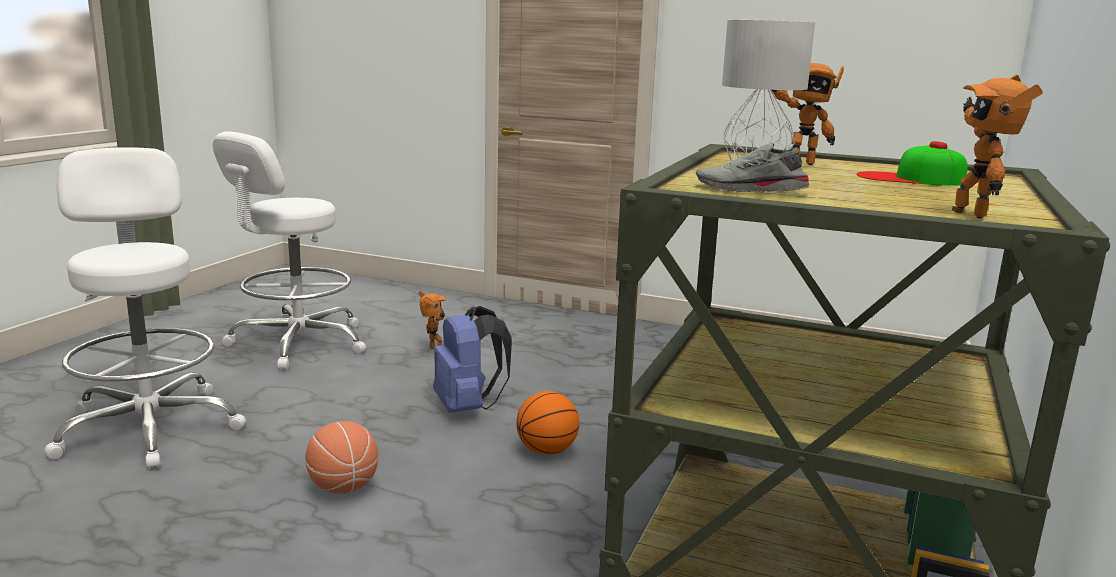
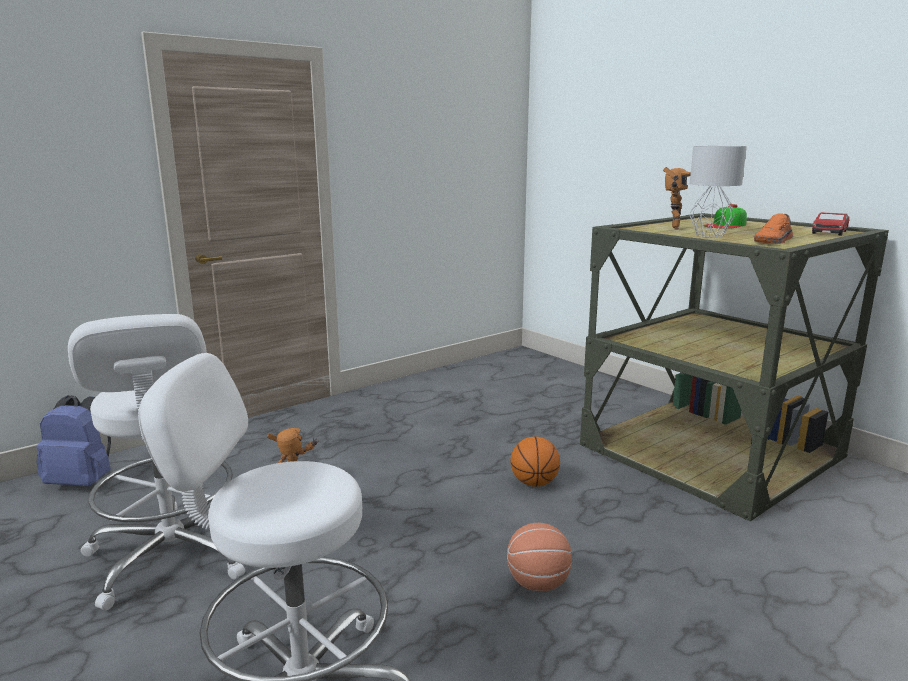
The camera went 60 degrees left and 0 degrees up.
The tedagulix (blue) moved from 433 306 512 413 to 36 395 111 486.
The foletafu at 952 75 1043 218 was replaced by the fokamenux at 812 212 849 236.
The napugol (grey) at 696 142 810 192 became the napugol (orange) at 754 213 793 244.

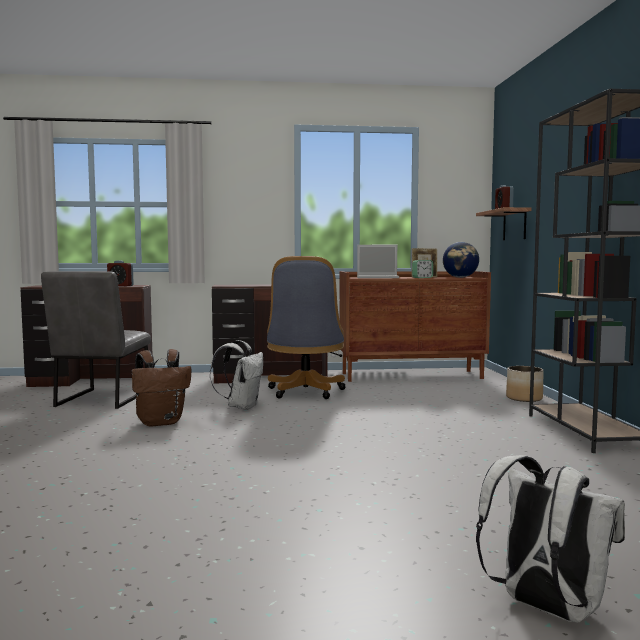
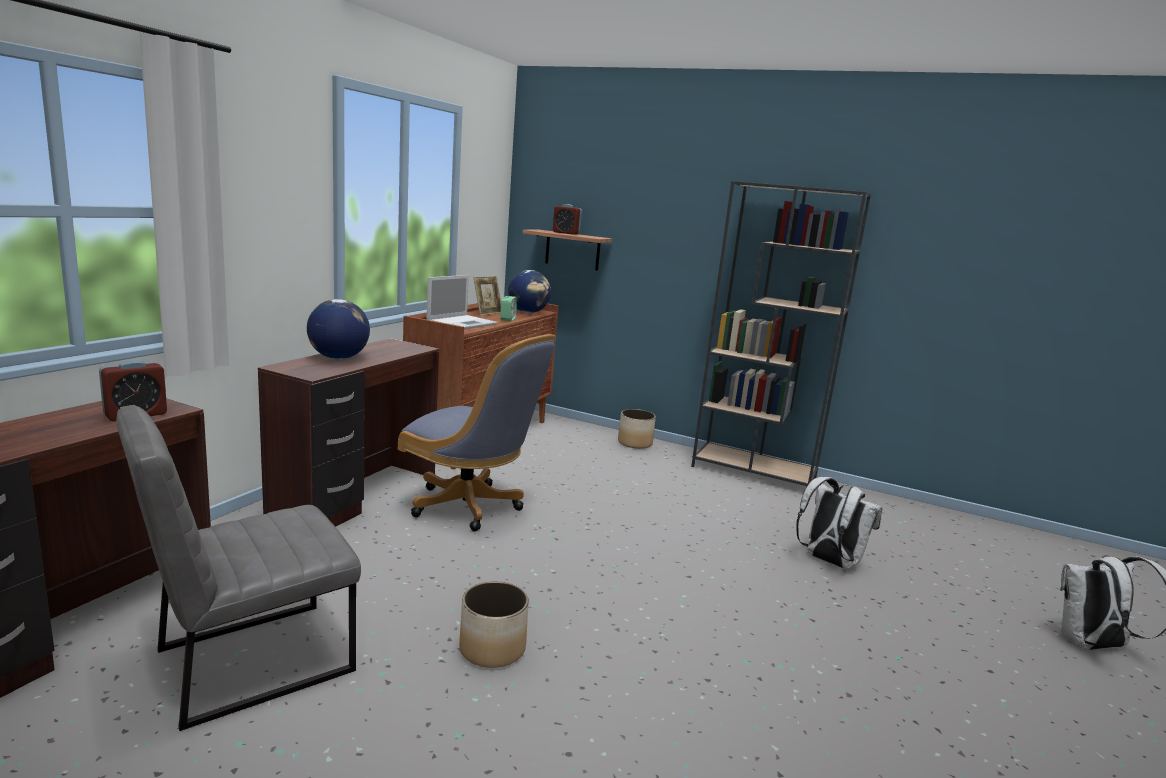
The camera went 60 degrees left and 10 degrees up.
The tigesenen at 307 299 370 359 appeared.
The tedagulix (white) moved from 210 340 263 410 to 796 477 883 569.
The tedagulix (brown) at 132 349 191 427 was replaced by the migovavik at 459 581 529 668.
The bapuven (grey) at 41 271 151 409 turned 105 degrees clockwise.

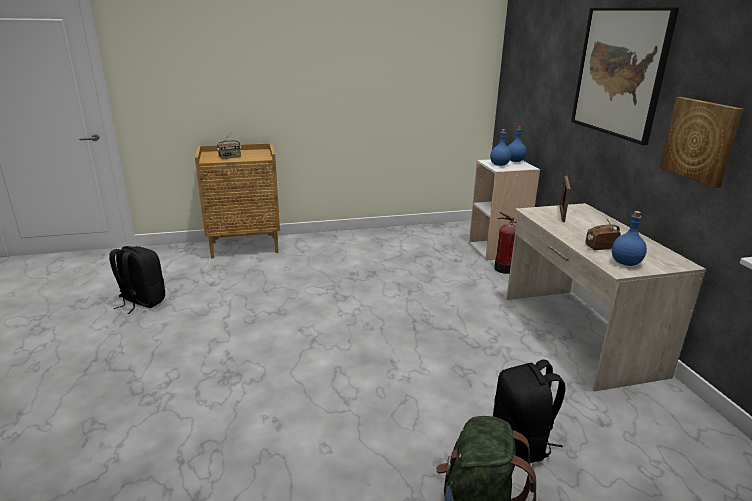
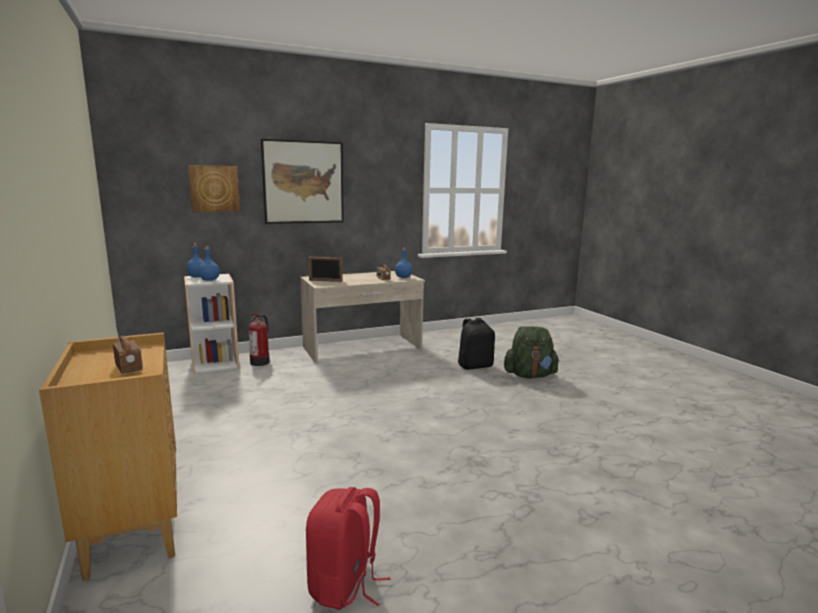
The camera went 100 degrees left and 10 degrees down.
The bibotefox moved from 659 97 743 188 to 188 165 240 212.
The tedagulix (black) at 109 246 165 314 became the tedagulix (red) at 306 487 391 610.

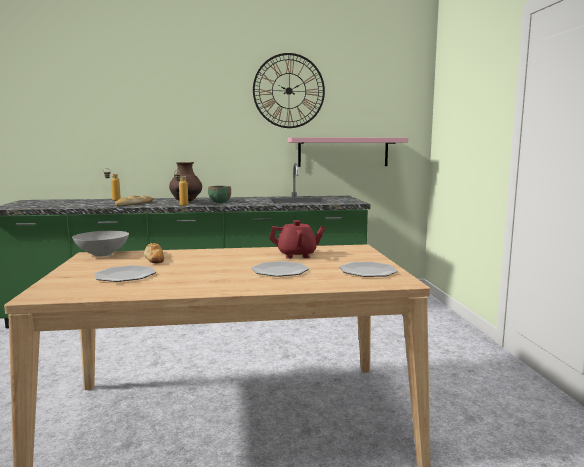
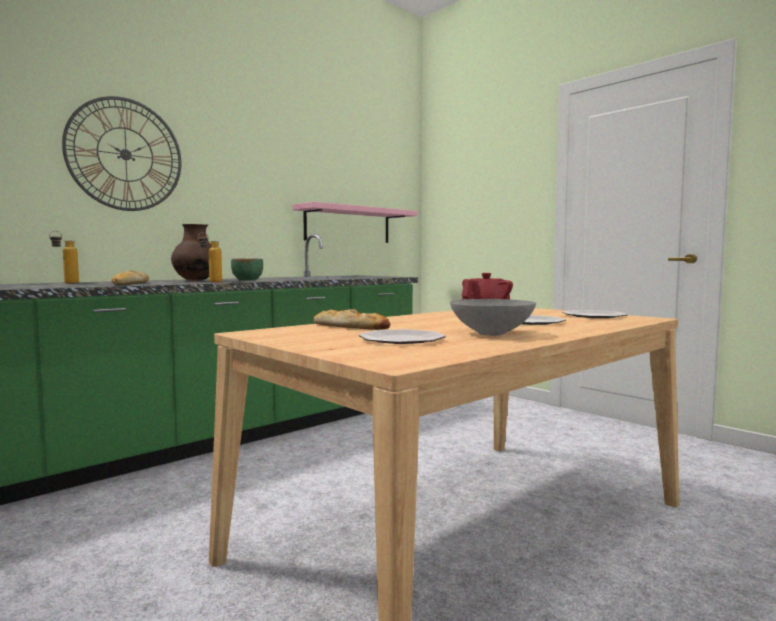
The camera went 35 degrees left and 5 degrees down.
The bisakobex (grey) moved from 72 231 129 257 to 450 299 536 336.
The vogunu moved from 253 53 325 128 to 62 96 181 211.

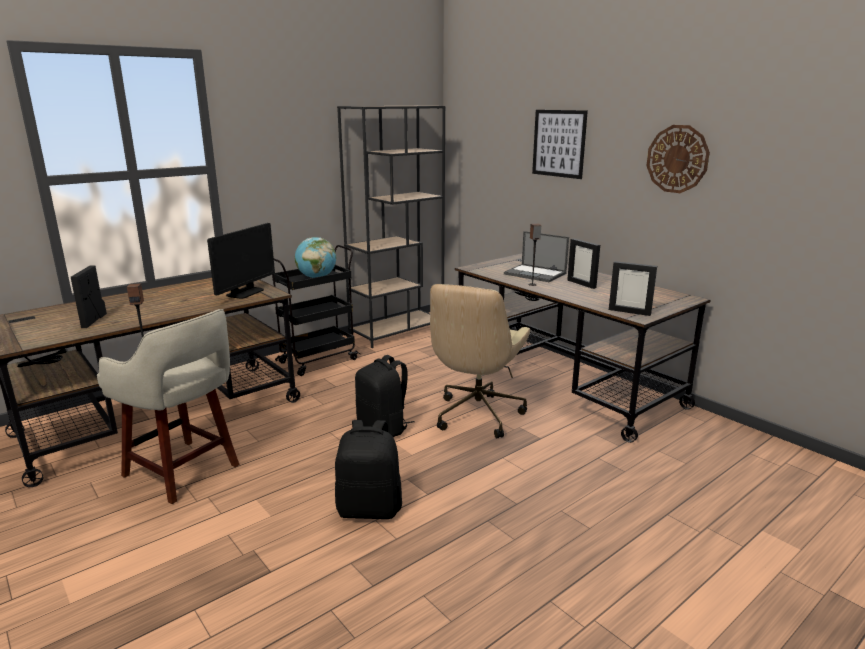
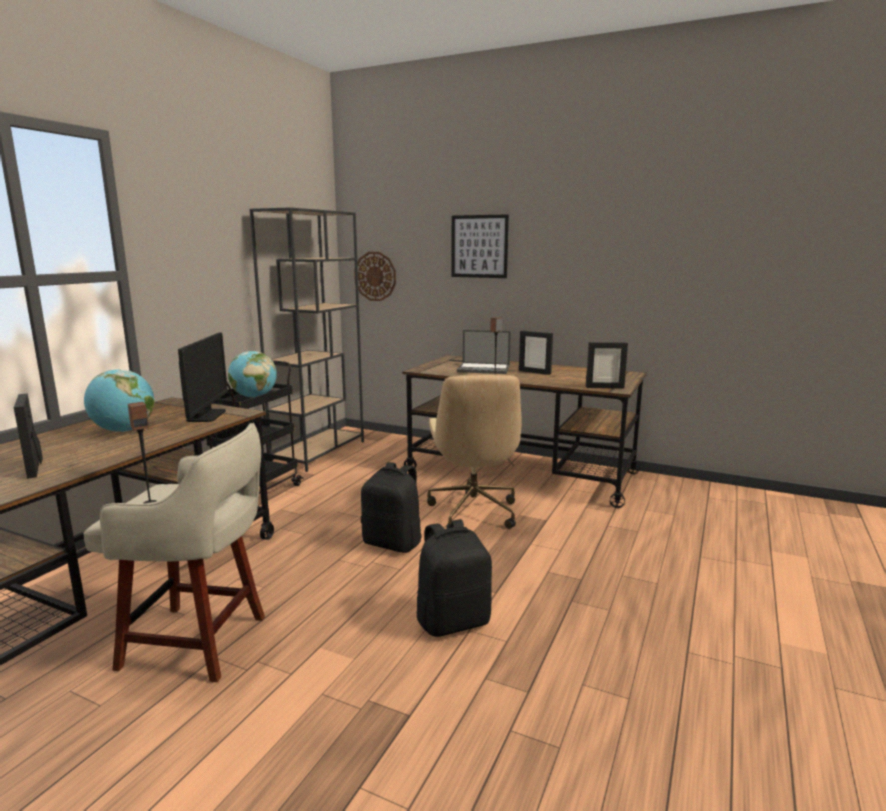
The camera went 25 degrees left and 5 degrees down.
The tigesenen at 84 369 155 432 appeared.
The vogunu moved from 646 125 710 193 to 354 252 396 301.

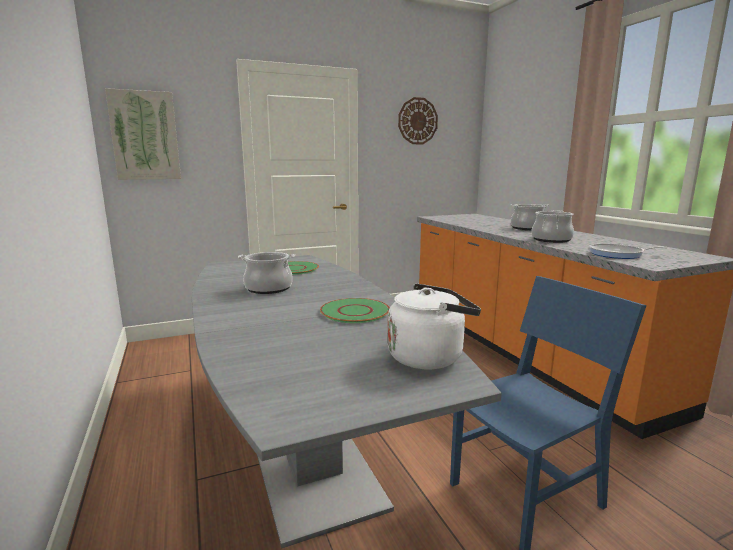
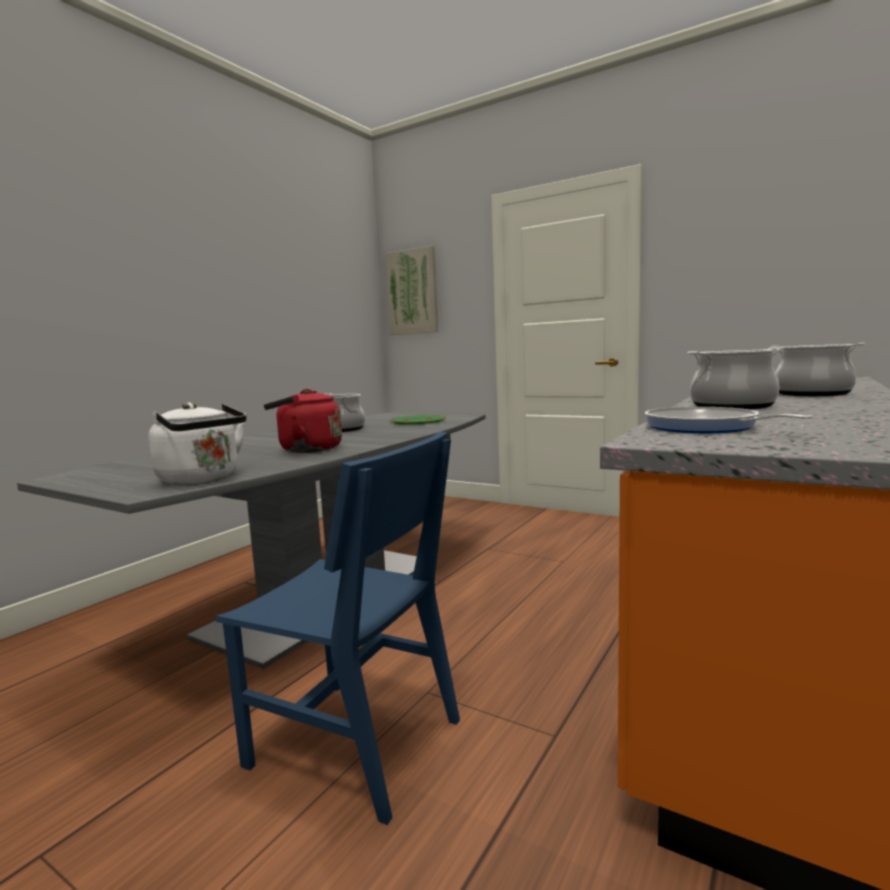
The camera went 55 degrees right and 5 degrees down.
The vogunu at 398 97 438 144 disappeared.
The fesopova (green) at 320 298 390 323 was replaced by the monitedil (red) at 264 389 342 453.

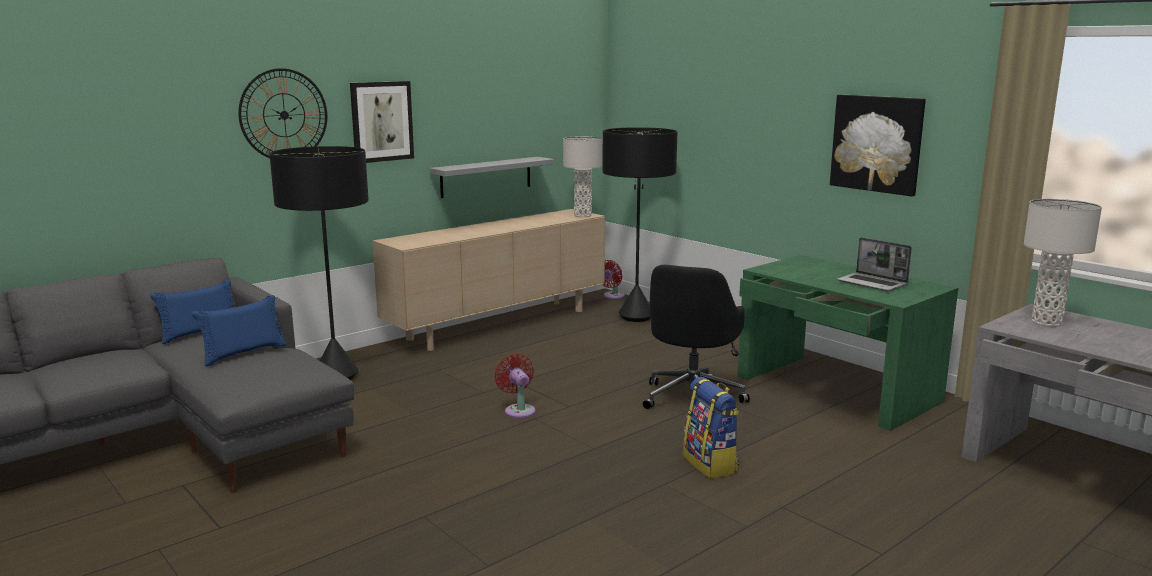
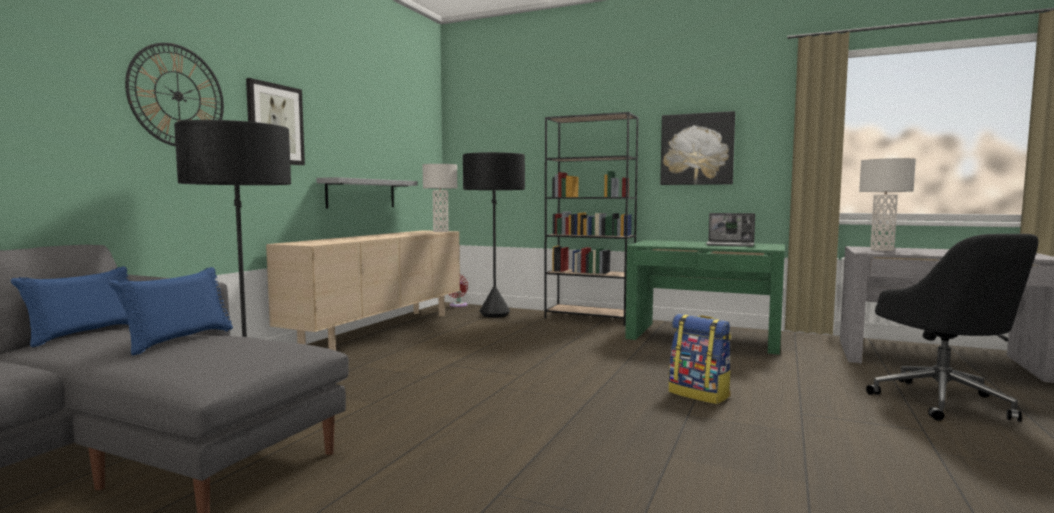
The camera went 25 degrees left and 10 degrees down.
The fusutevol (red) at 495 354 535 418 disappeared.
The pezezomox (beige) at 544 112 638 326 appeared.
The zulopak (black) moved from 643 265 750 409 to 866 234 1038 422.

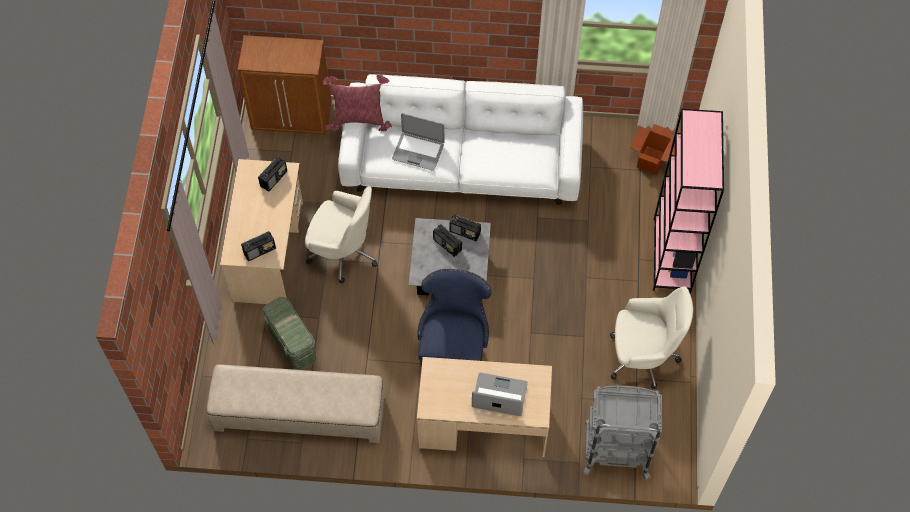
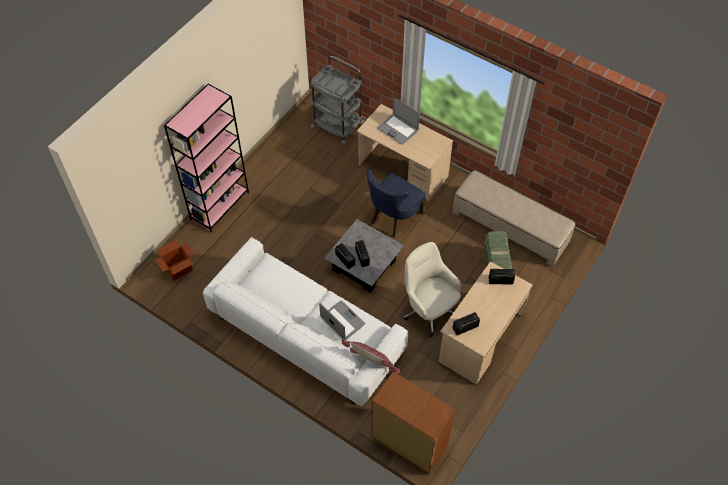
The camera went 150 degrees left and 5 degrees down.
The zulopak (beige) at 610 286 693 389 disappeared.

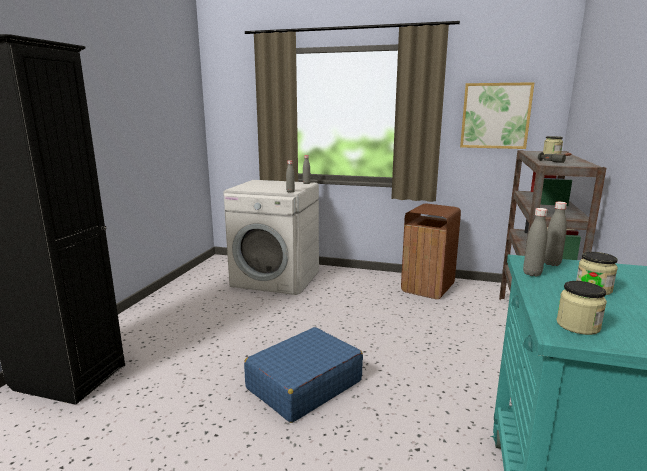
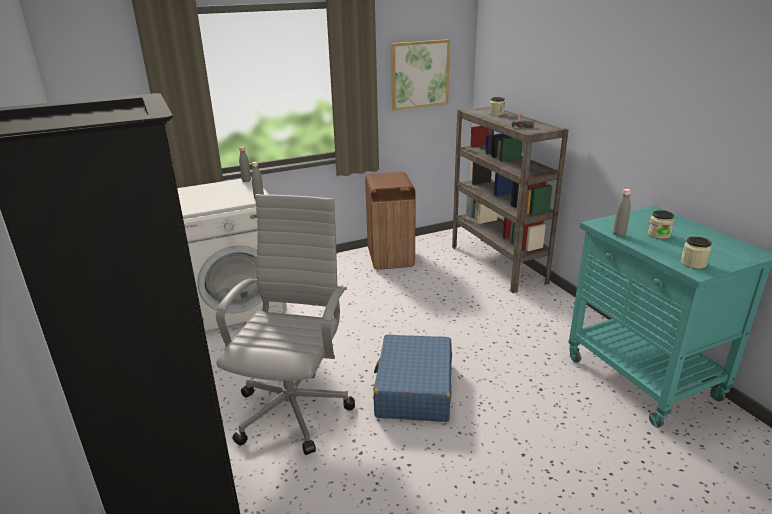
The camera went 40 degrees left and 10 degrees up.
The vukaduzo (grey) at 544 202 567 266 disappeared.
The zulopak (grey) at 216 194 355 455 appeared.

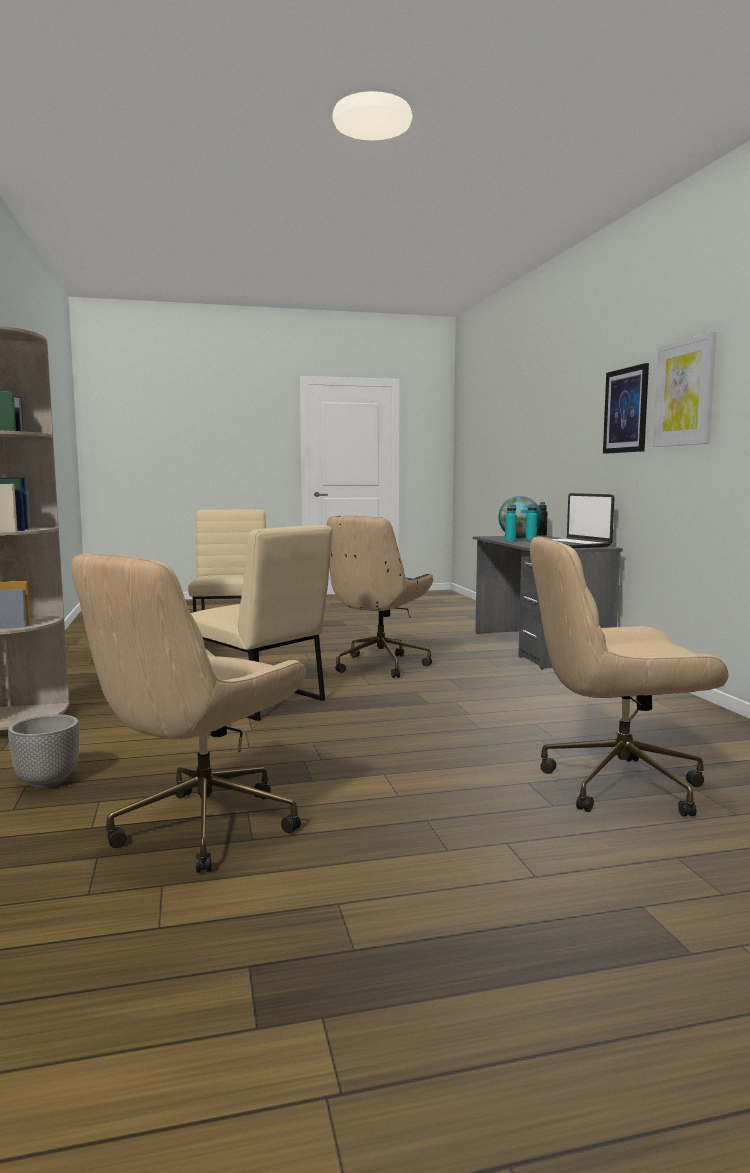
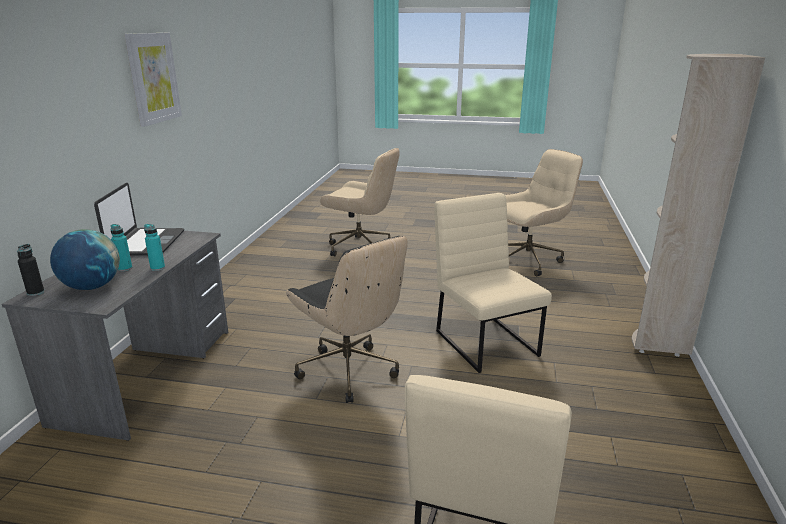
The camera went 155 degrees left and 15 degrees up.
The migovavik at 8 714 79 788 disappeared.
The bibotefox at 603 363 649 454 disappeared.
The zulopak (black) at 327 516 433 678 turned 90 degrees clockwise.

